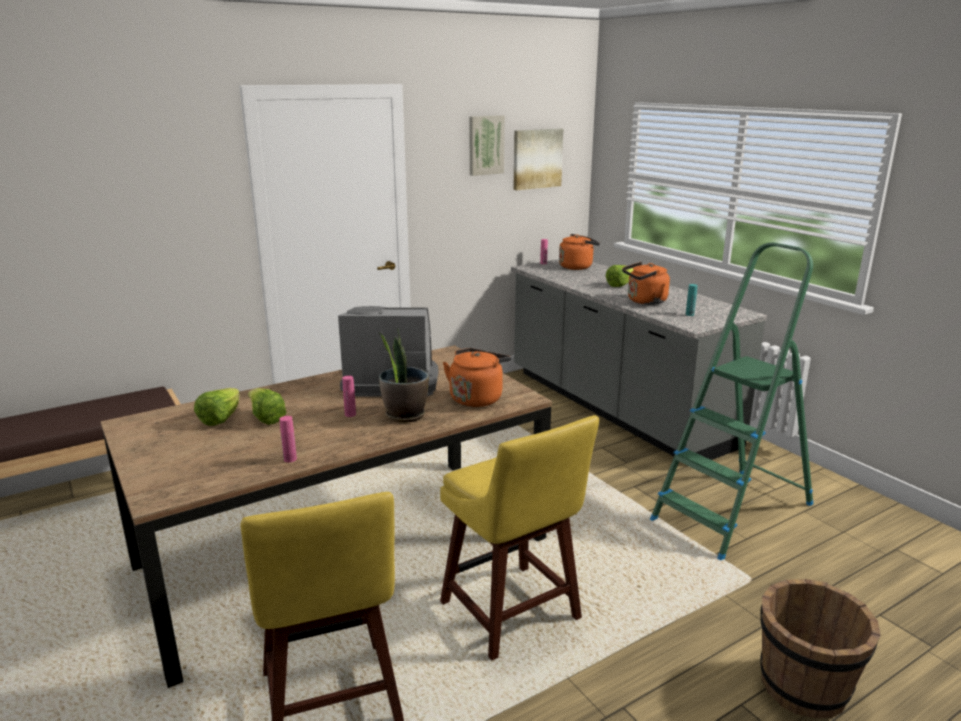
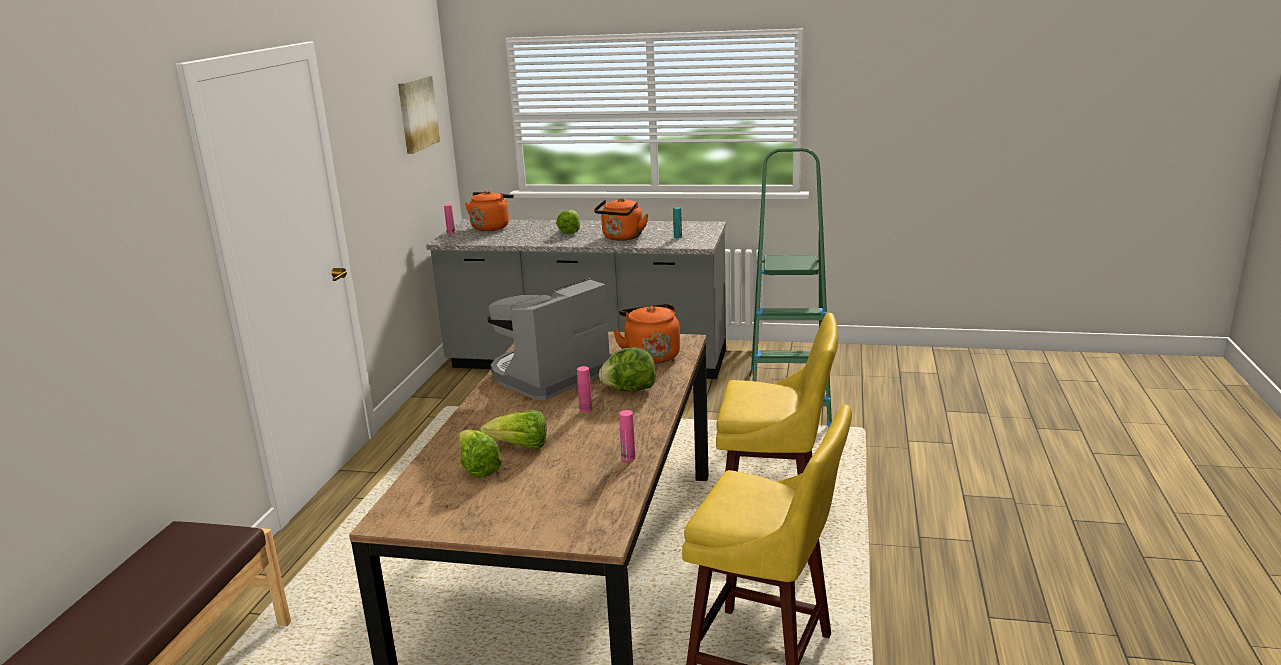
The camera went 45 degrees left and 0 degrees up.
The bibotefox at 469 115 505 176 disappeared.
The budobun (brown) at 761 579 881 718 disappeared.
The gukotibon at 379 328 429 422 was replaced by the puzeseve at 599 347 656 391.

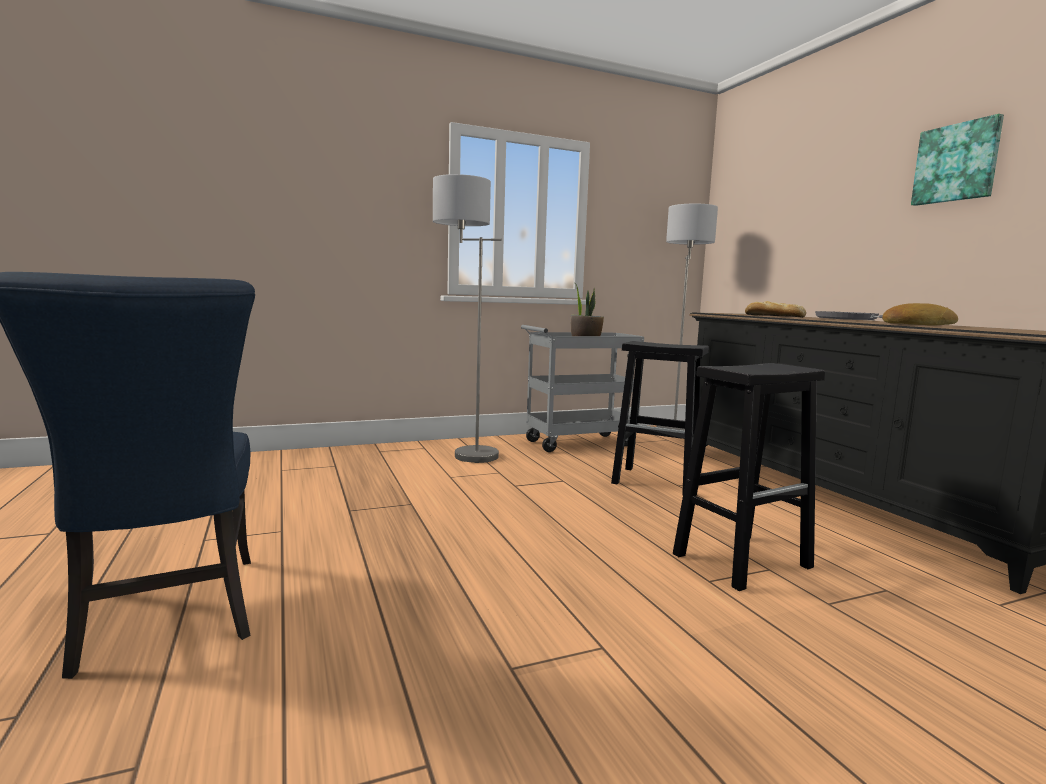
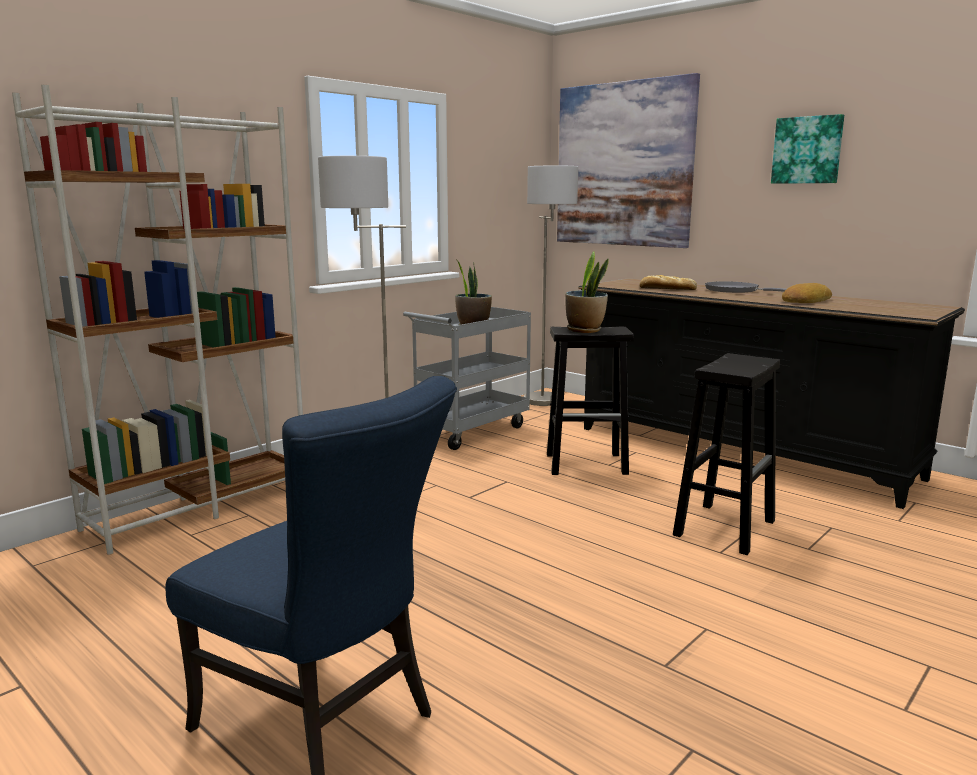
The camera went 25 degrees left and 5 degrees up.
The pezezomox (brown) at 12 85 303 555 appeared.
The bibotefox at 557 73 700 248 appeared.
The gukotibon at 565 252 609 333 appeared.

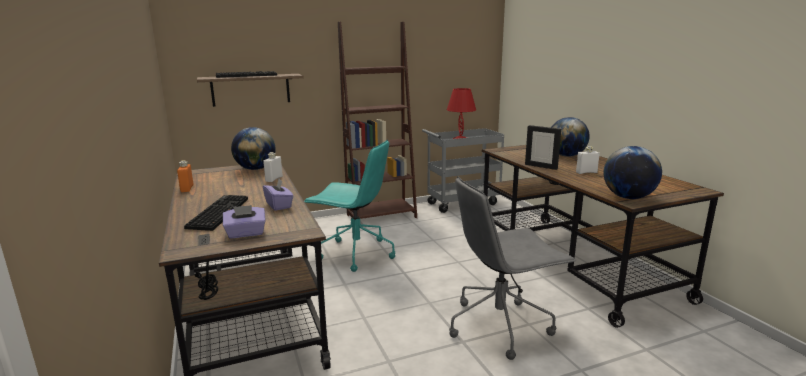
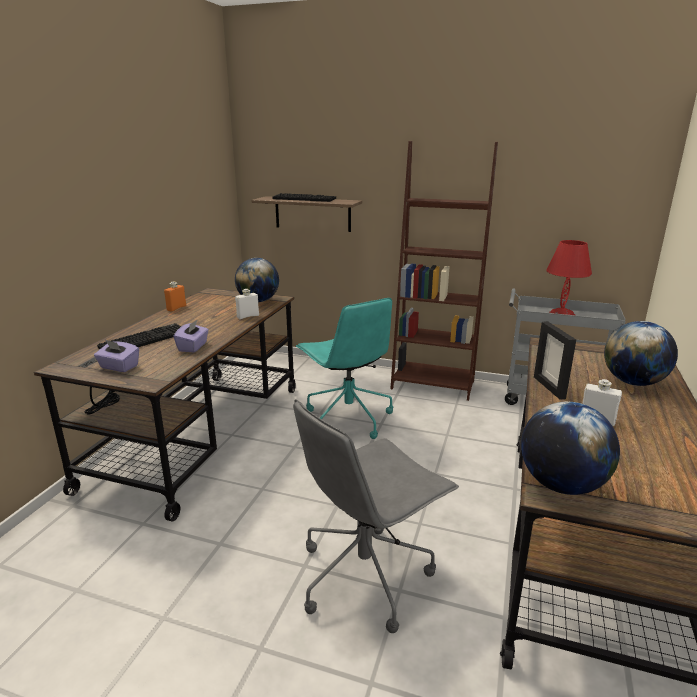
The camera went 40 degrees right and 5 degrees up.
The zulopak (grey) at 449 176 576 360 turned 60 degrees counterclockwise.

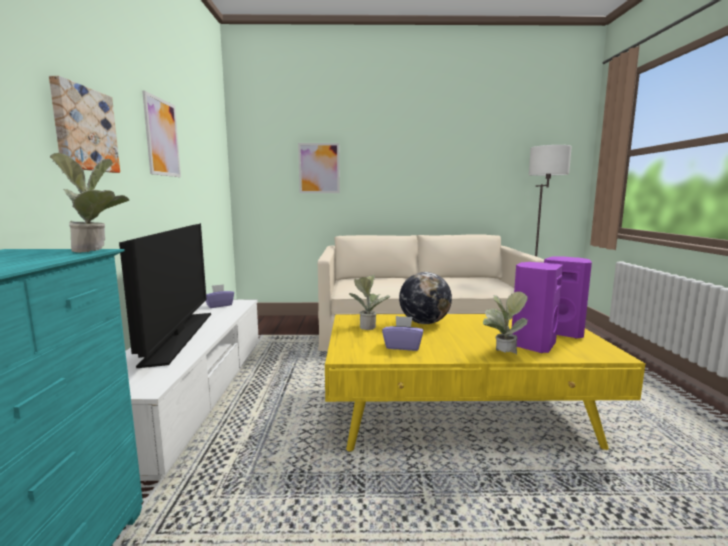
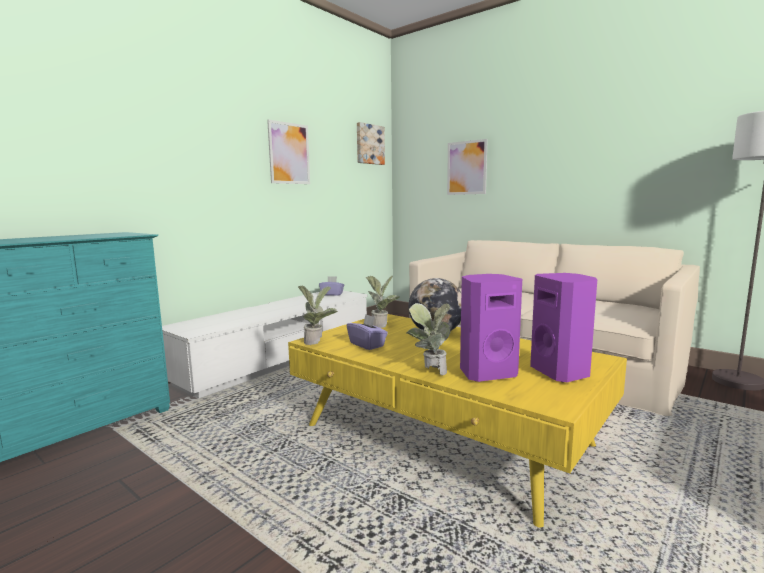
The camera went 40 degrees right and 0 degrees up.
The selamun at 119 223 211 368 disappeared.
The bibotefox moved from 49 76 120 173 to 357 122 385 165.
The gukotibon moved from 50 153 129 253 to 298 285 338 345.

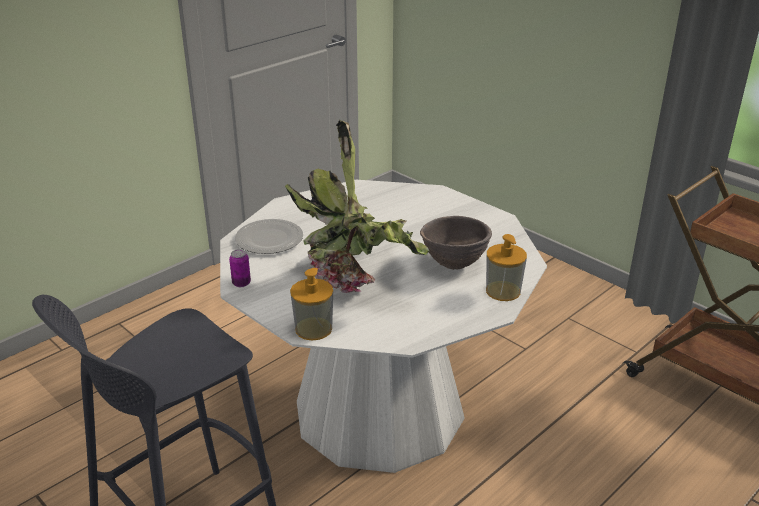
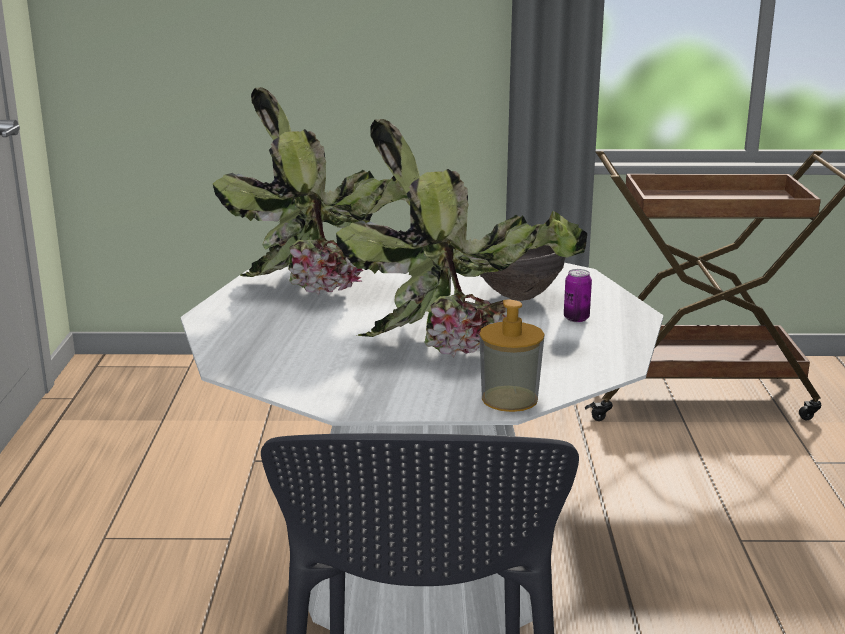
The camera went 45 degrees left and 10 degrees down.
The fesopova at 235 219 303 254 disappeared.
The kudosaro at 486 234 527 301 disappeared.
The gukotibon at 213 87 410 296 appeared.
The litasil moved from 229 249 251 287 to 564 269 592 322.

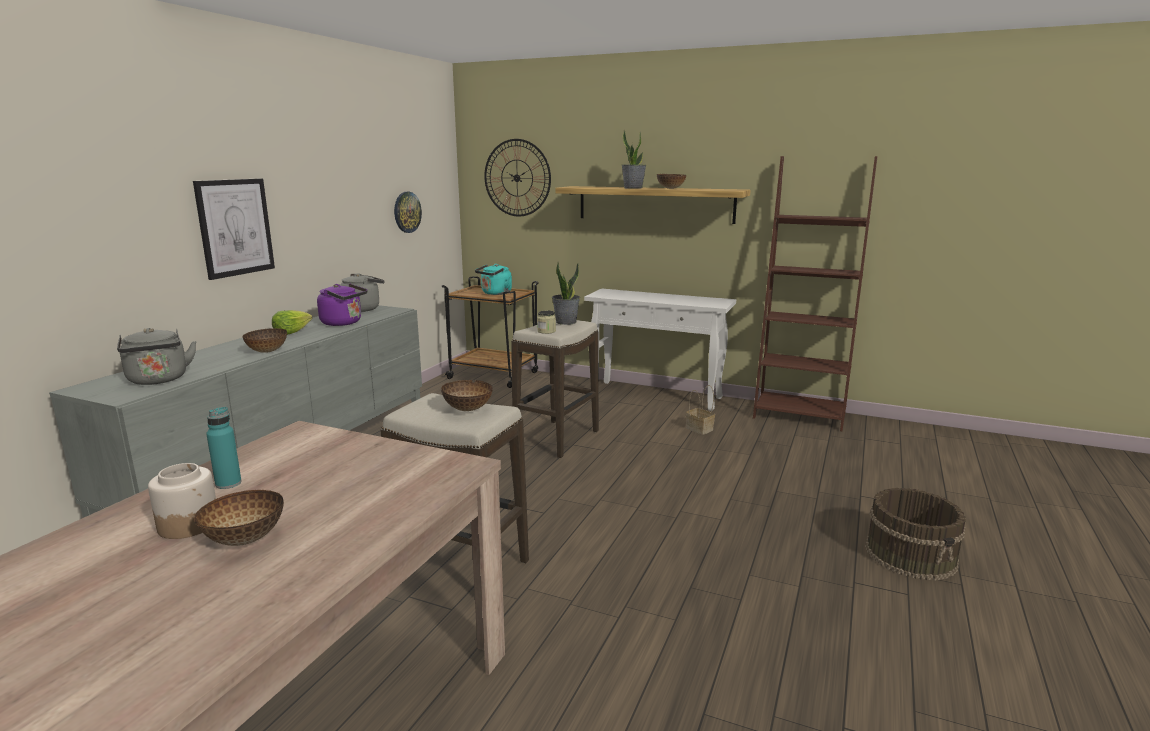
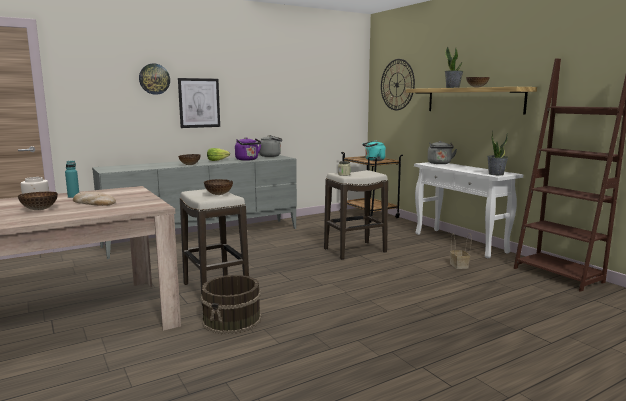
The camera went 35 degrees right and 5 degrees down.
The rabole at 73 192 116 206 appeared.
The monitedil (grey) moved from 117 328 196 385 to 428 141 457 164.
The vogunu moved from 394 192 422 233 to 139 64 170 95.
The gukotibon moved from 552 262 580 325 to 487 130 508 175.
The budobun (brown) moved from 865 488 966 581 to 200 275 261 335.

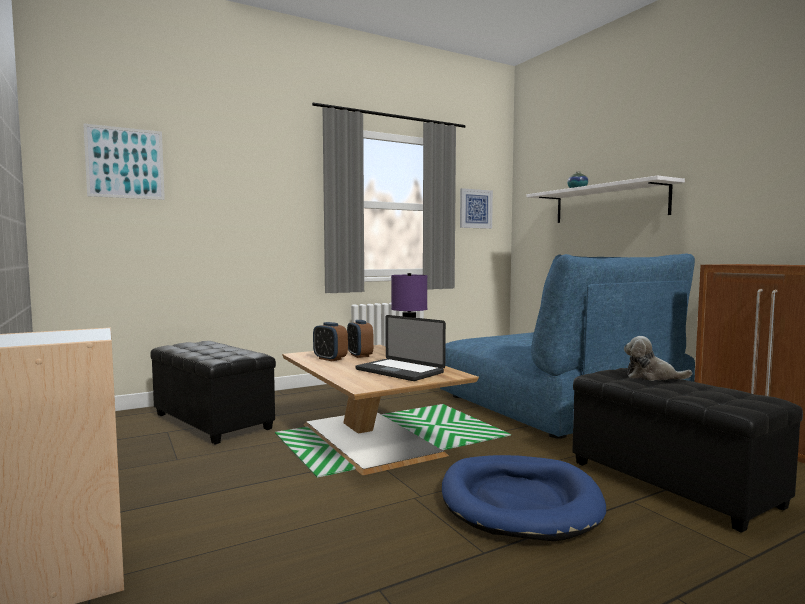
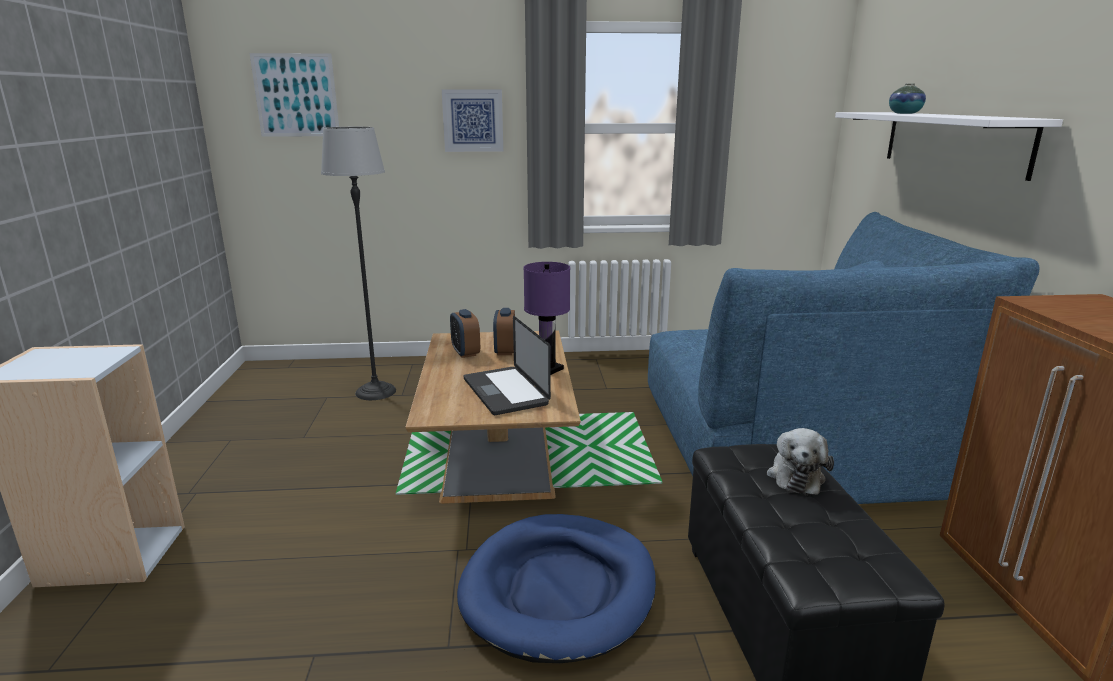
The camera went 25 degrees right and 15 degrees up.
The bibotefox moved from 460 188 493 229 to 442 90 503 152.
The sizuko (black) at 150 341 276 445 was replaced by the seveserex at 321 127 396 400.
The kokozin at 624 336 692 381 turned 120 degrees counterclockwise.

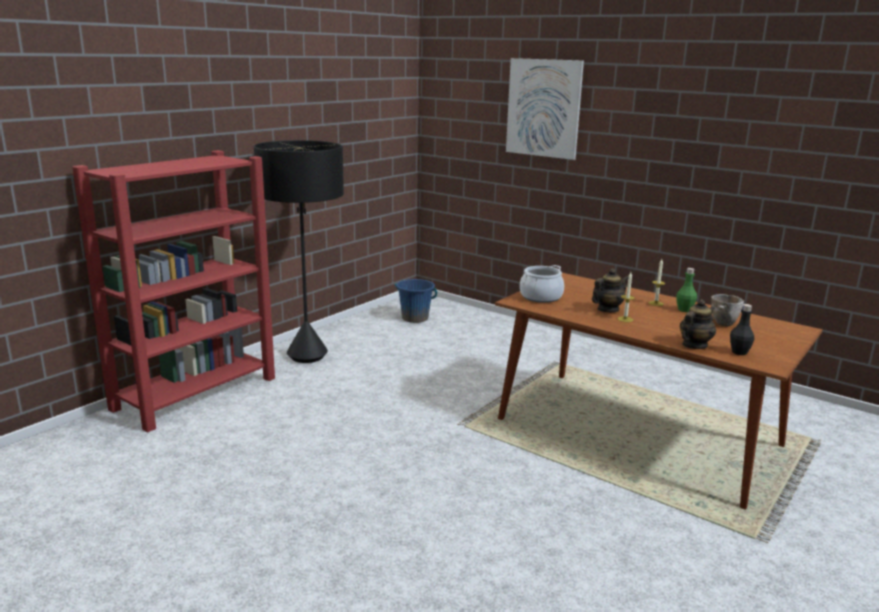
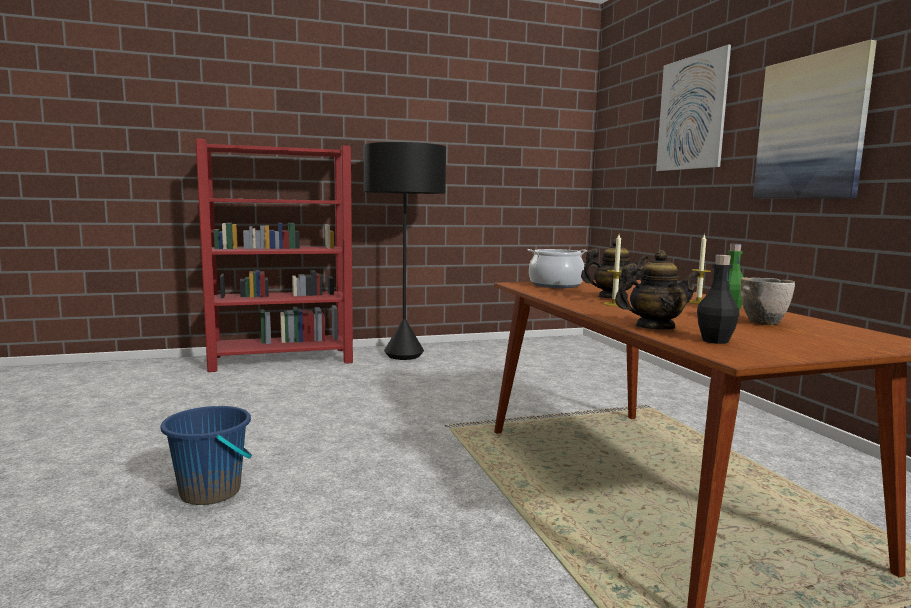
The camera went 35 degrees right and 10 degrees down.
The bibotefox at 753 40 877 199 appeared.
The budobun (blue) moved from 395 279 437 323 to 160 406 252 505.

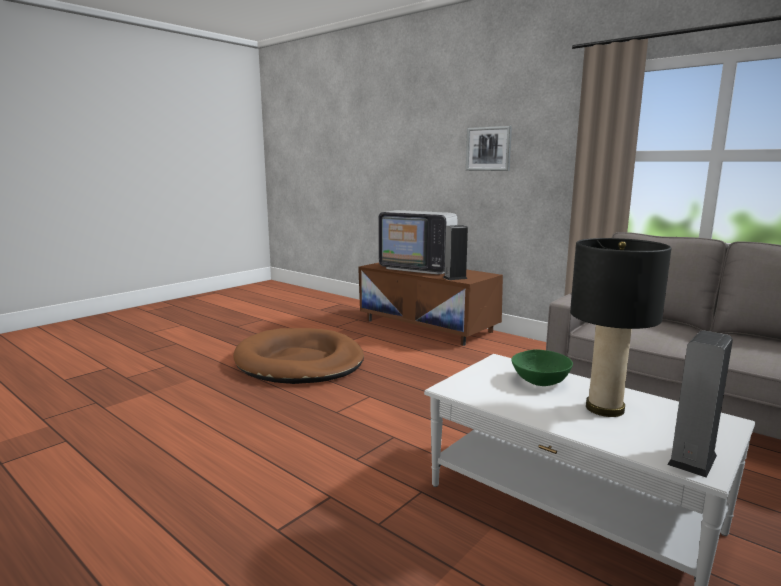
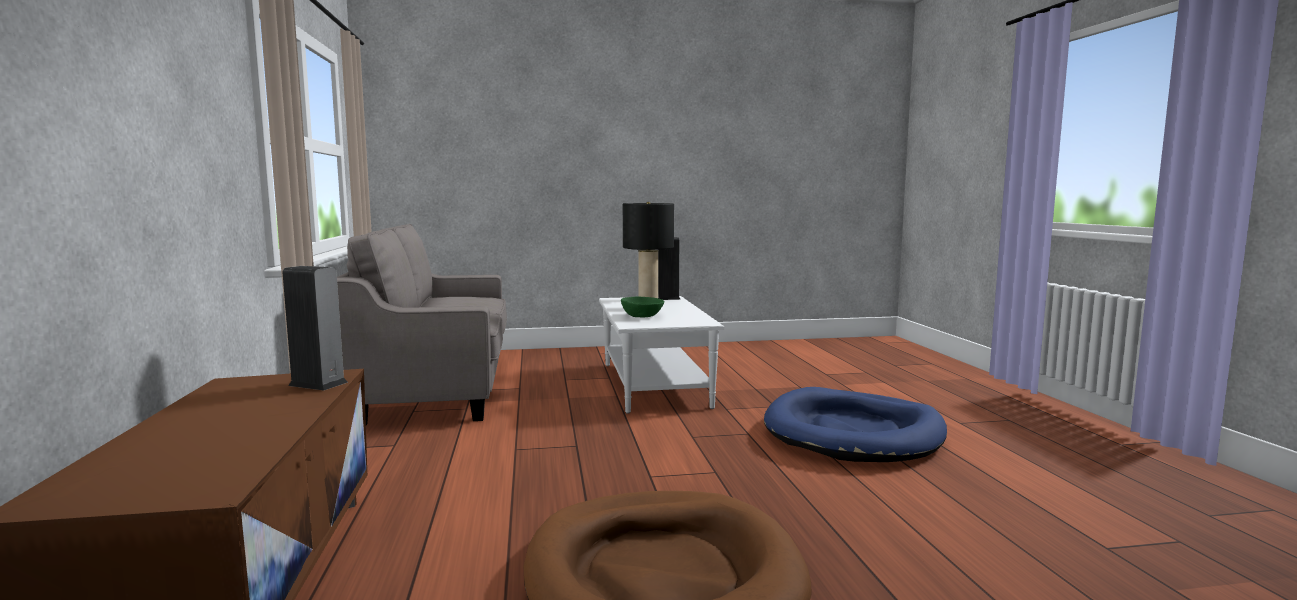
The camera went 140 degrees left and 5 degrees down.
The selamun at 378 210 457 274 disappeared.
The bibotefox at 466 126 512 171 disappeared.
The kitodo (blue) at 764 387 947 462 appeared.

